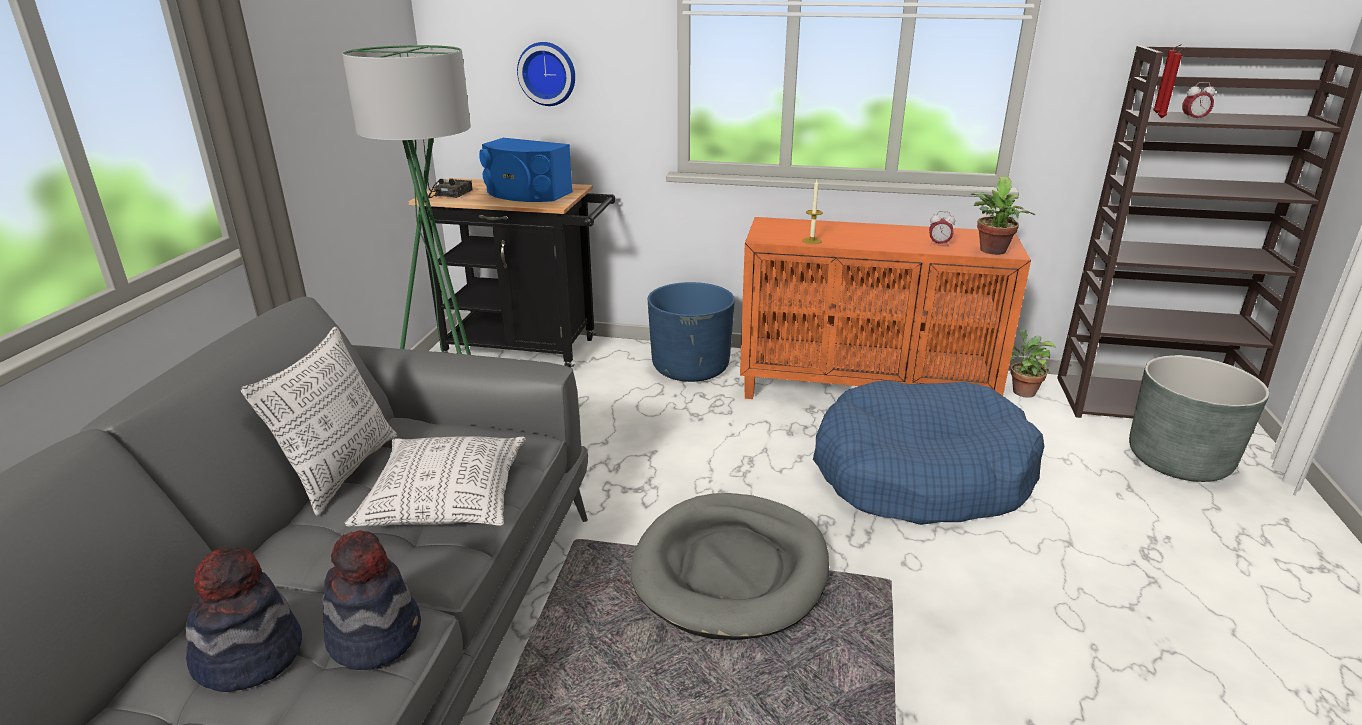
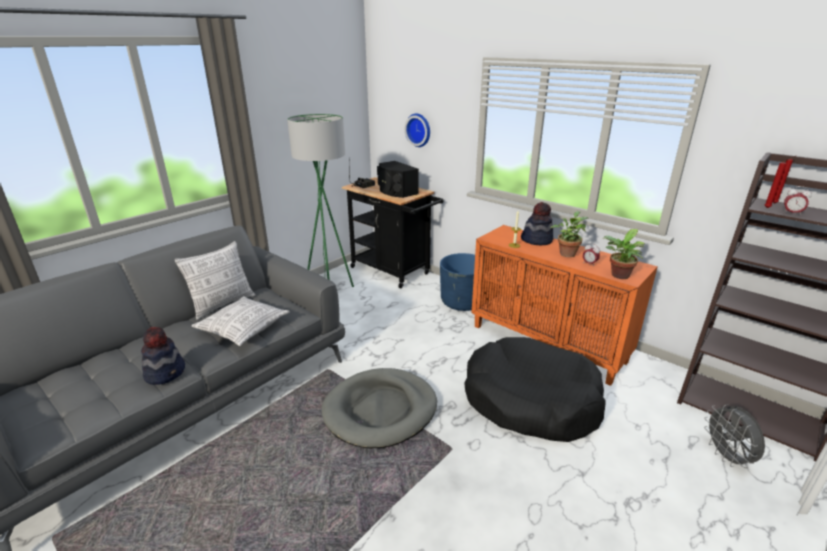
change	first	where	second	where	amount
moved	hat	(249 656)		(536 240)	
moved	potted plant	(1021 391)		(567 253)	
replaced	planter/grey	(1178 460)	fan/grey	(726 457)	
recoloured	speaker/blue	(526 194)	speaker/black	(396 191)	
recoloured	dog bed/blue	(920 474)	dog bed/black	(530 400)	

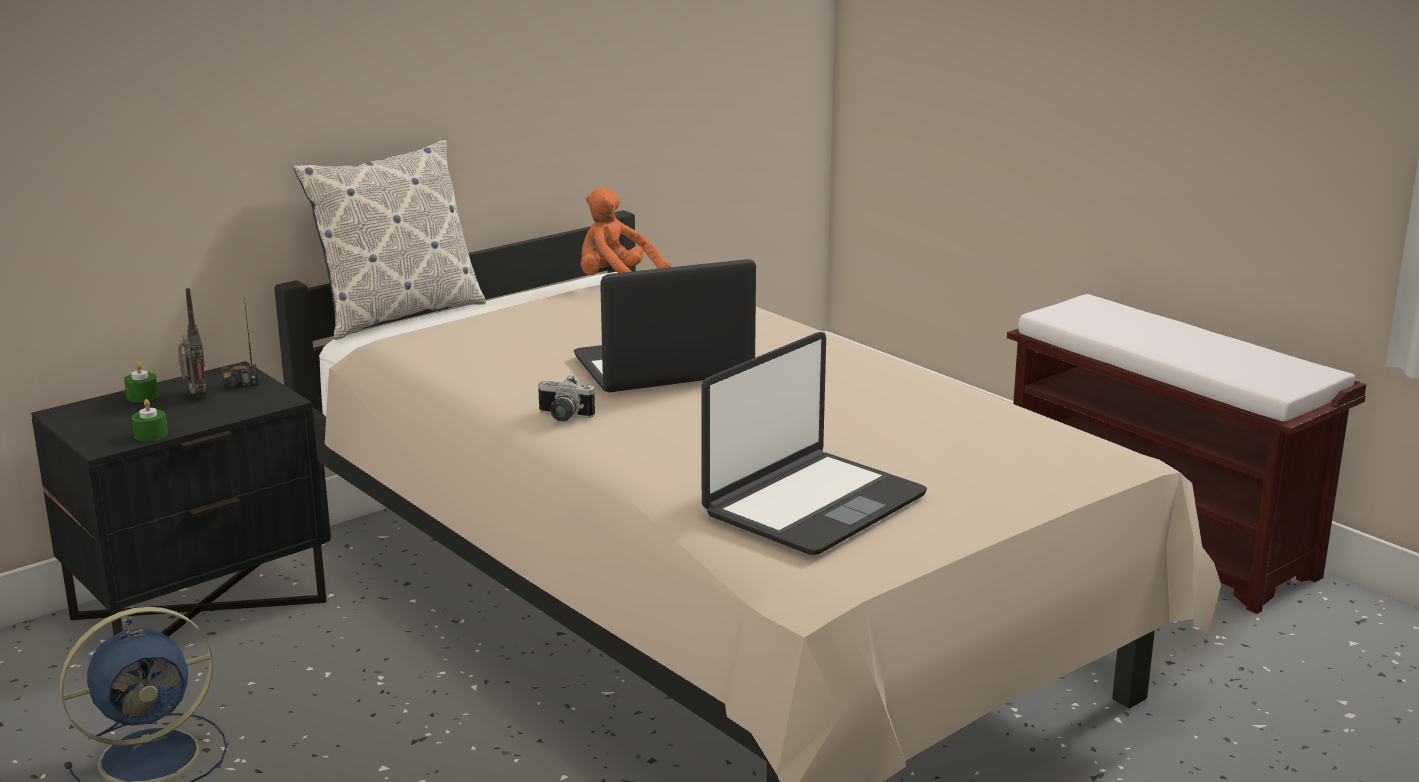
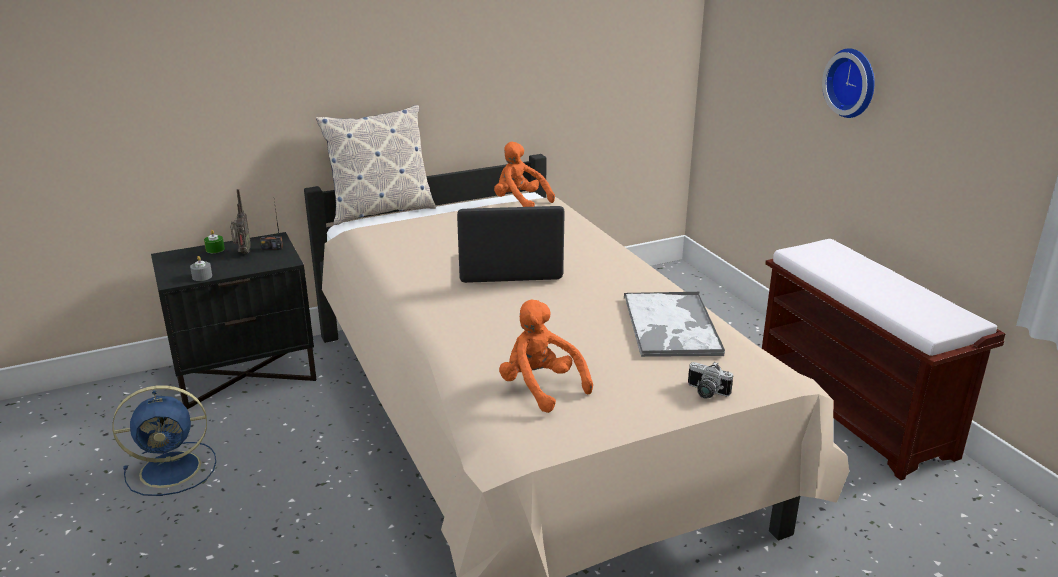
change	first	where	second	where	amount
added			tray	(671 326)	
added			wall clock	(853 82)	
moved	photo camera	(563 417)		(705 393)	
replaced	laptop	(813 505)	plush toy/orange	(540 387)	
recoloured	candle/green	(151 435)	candle/grey	(202 276)	

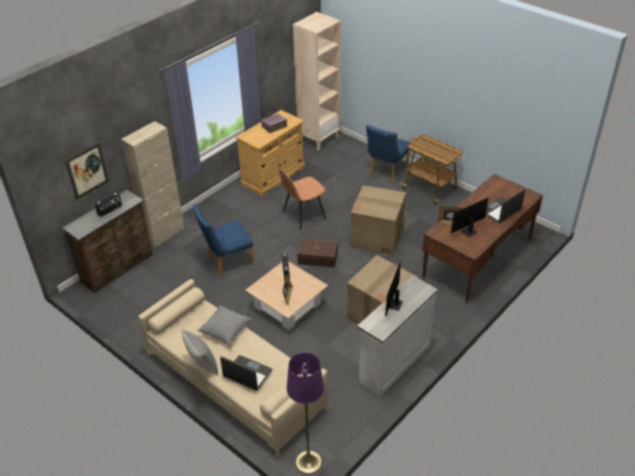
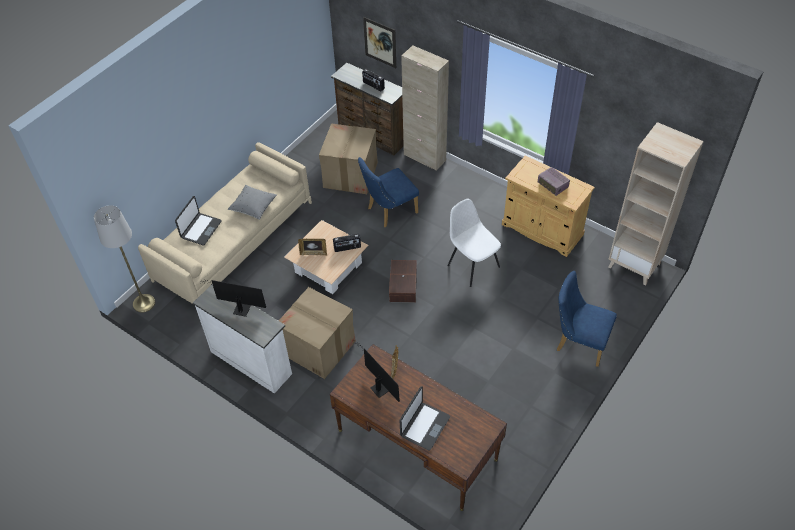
change	first	where	second	where	amount
removed	pillow/grey	(202 365)			
removed	cart	(430 188)			
moved	cardboard box	(377 237)		(350 175)	
recoloured	chair/brown	(303 216)	chair/white	(472 265)	
recoloured	floor lamp/purple	(308 462)	floor lamp/grey	(144 303)	
turned	chair/blue	(227 262)		(389 211)	90 degrees counterclockwise
turned	laptop	(501 211)		(424 426)	75 degrees clockwise

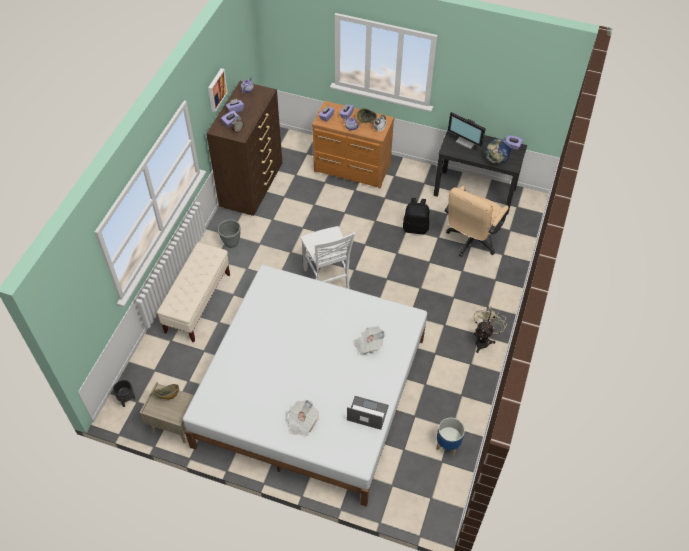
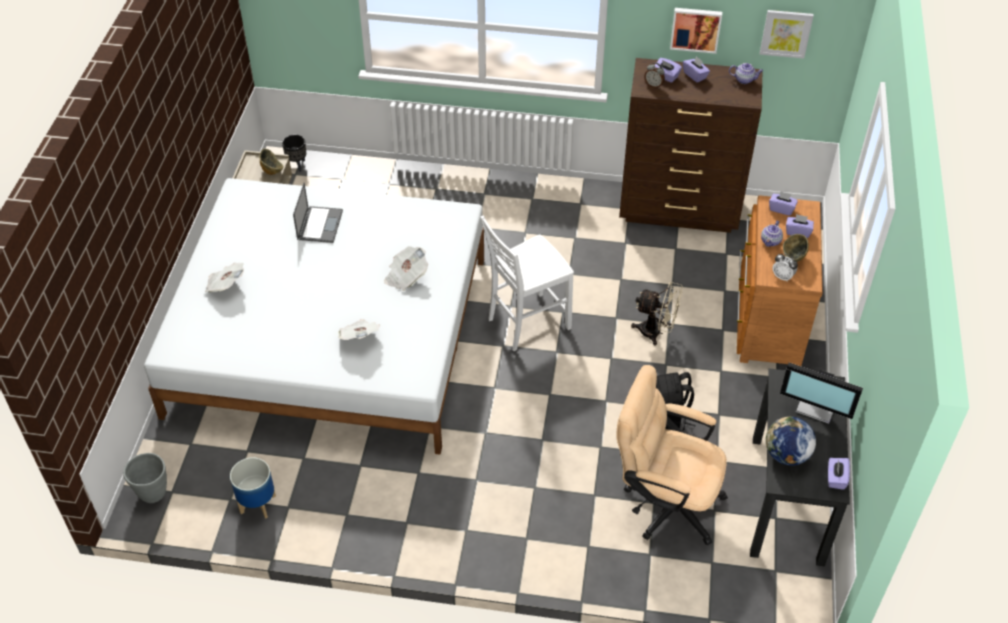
change	first	where	second	where	amount
removed	bench/beige	(198 303)			
added			newspaper	(406 277)	
added			picture	(786 33)	
moved	planter/grey	(231 243)		(153 493)	
moved	laptop	(367 413)		(320 224)	
moved	fan/beige	(483 339)		(656 332)	
turned	monitor	(467 141)		(817 407)	90 degrees counterclockwise

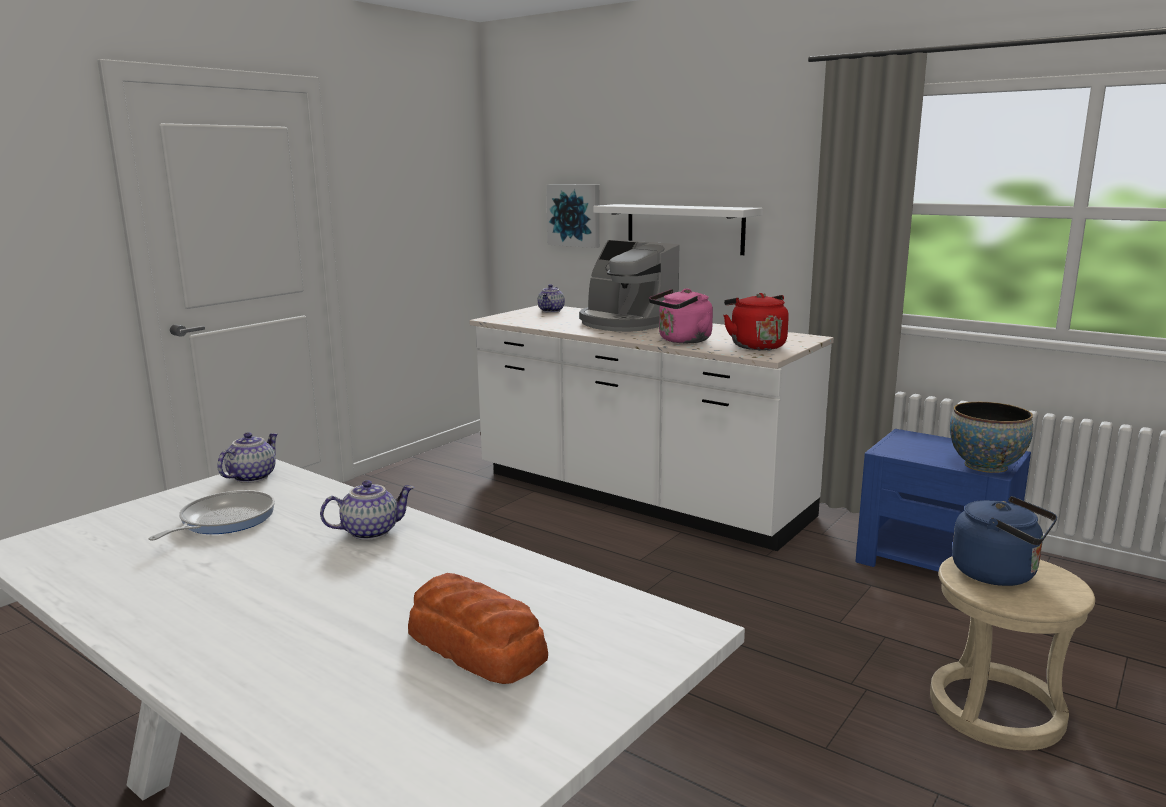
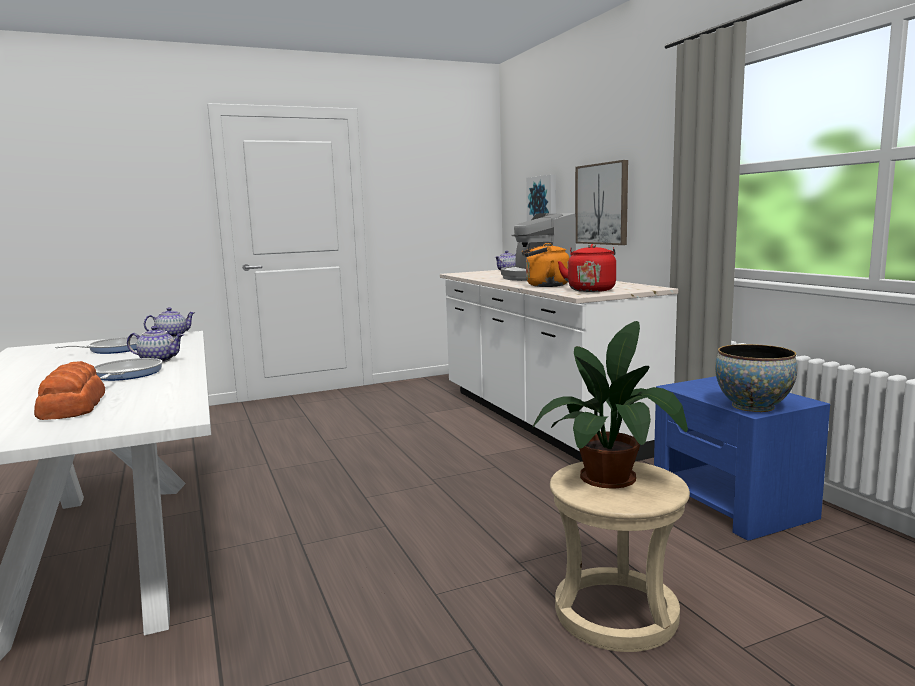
change	first	where	second	where	amount
added			frying pan	(126 375)	
replaced	shelf/white	(684 228)	picture	(602 204)	
replaced	kettle/blue	(999 574)	potted plant	(613 477)	
recoloured	kettle/pink	(682 340)	kettle/orange	(544 286)	

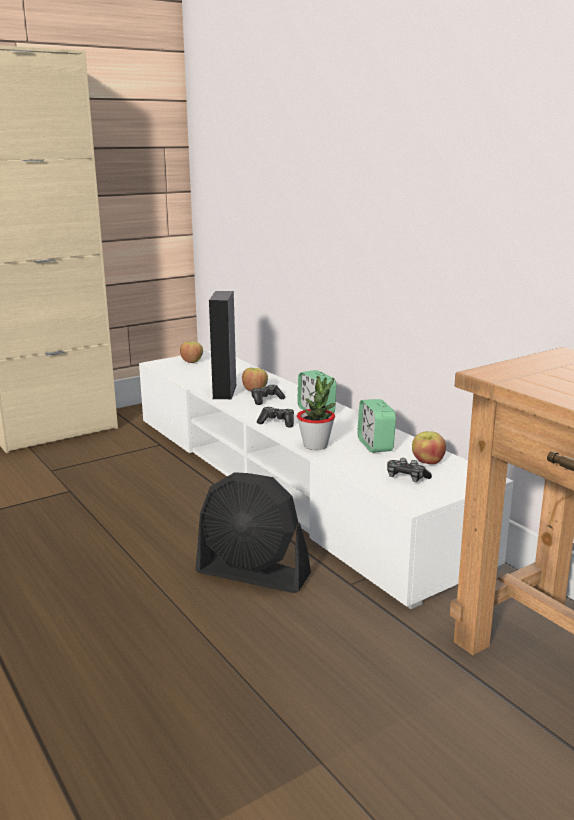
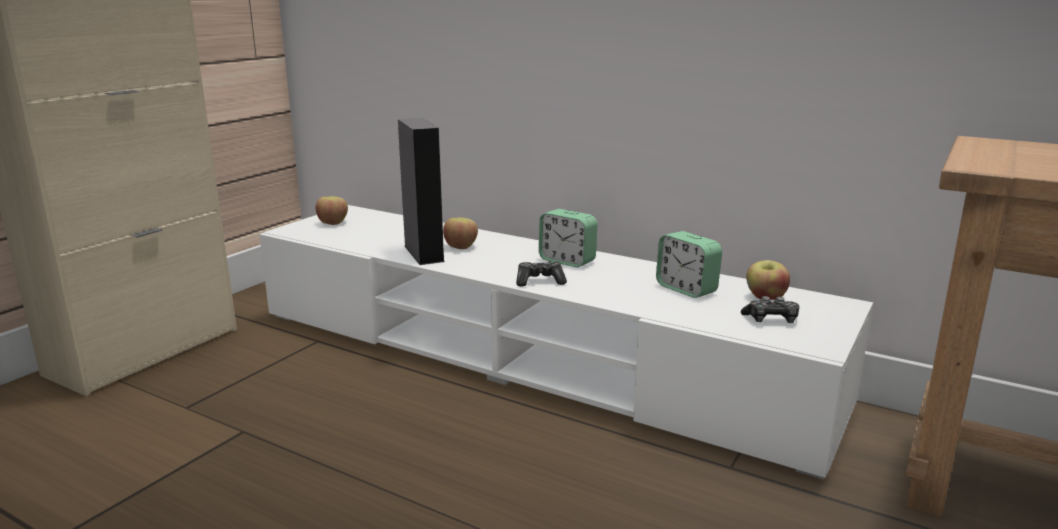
change	first	where	second	where	amount
removed	fan/black	(253 574)			
removed	game controller	(266 400)			
removed	potted plant	(315 445)			

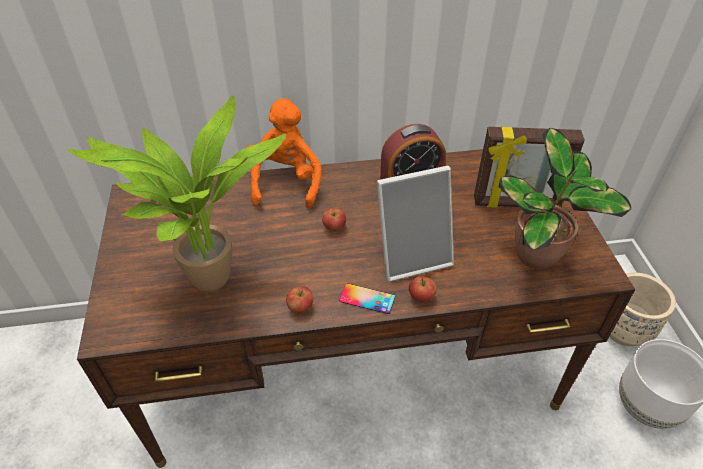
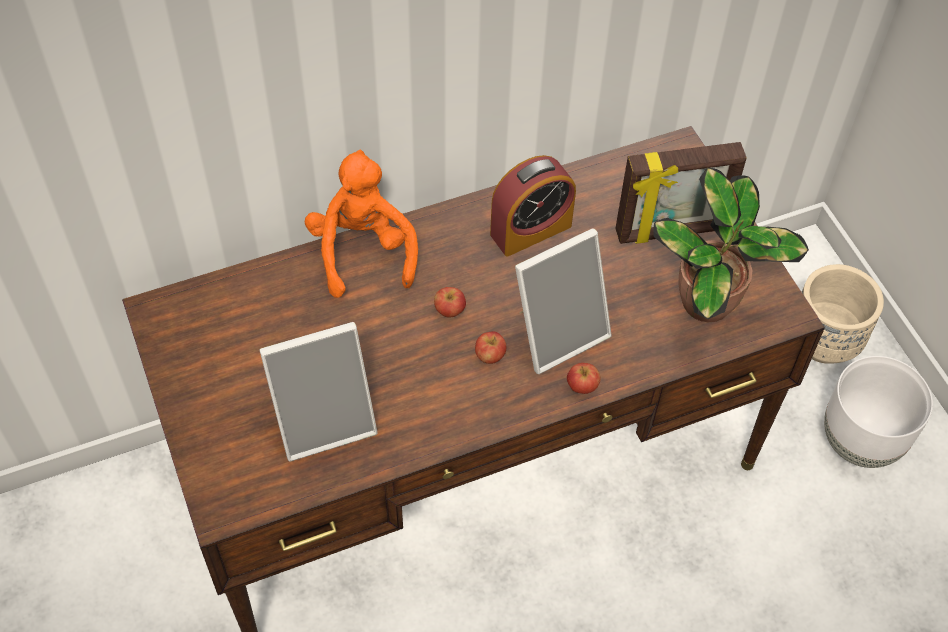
change	first	where	second	where	amount
removed	phone	(367 298)			
moved	apple	(300 307)		(489 356)	
replaced	potted plant	(213 284)	picture frame	(324 420)	

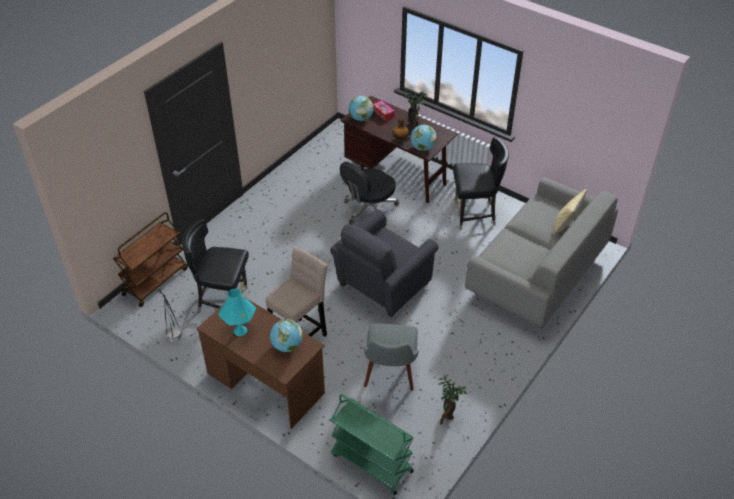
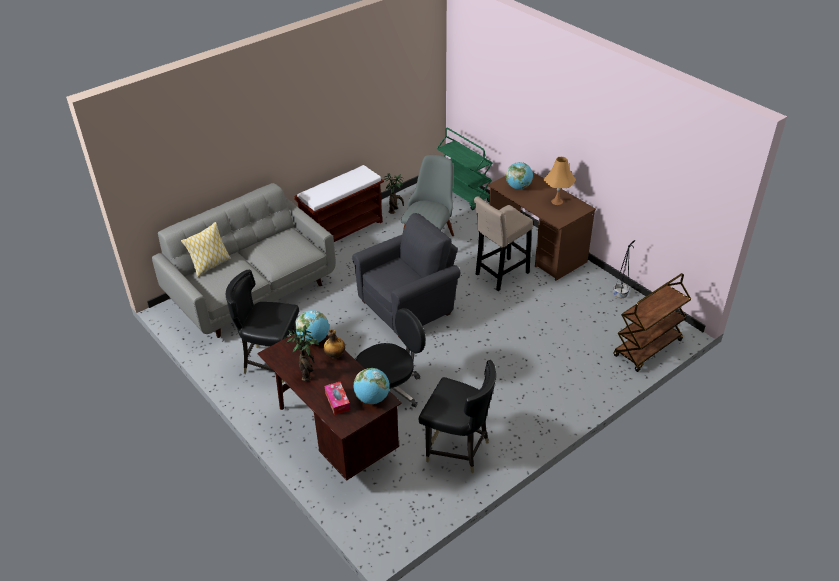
change	first	where	second	where	amount
added			bench/brown	(343 230)	
moved	chair/black	(223 301)		(458 449)	
recoloured	table lamp/turquoise	(240 331)	table lamp/orange	(557 201)	

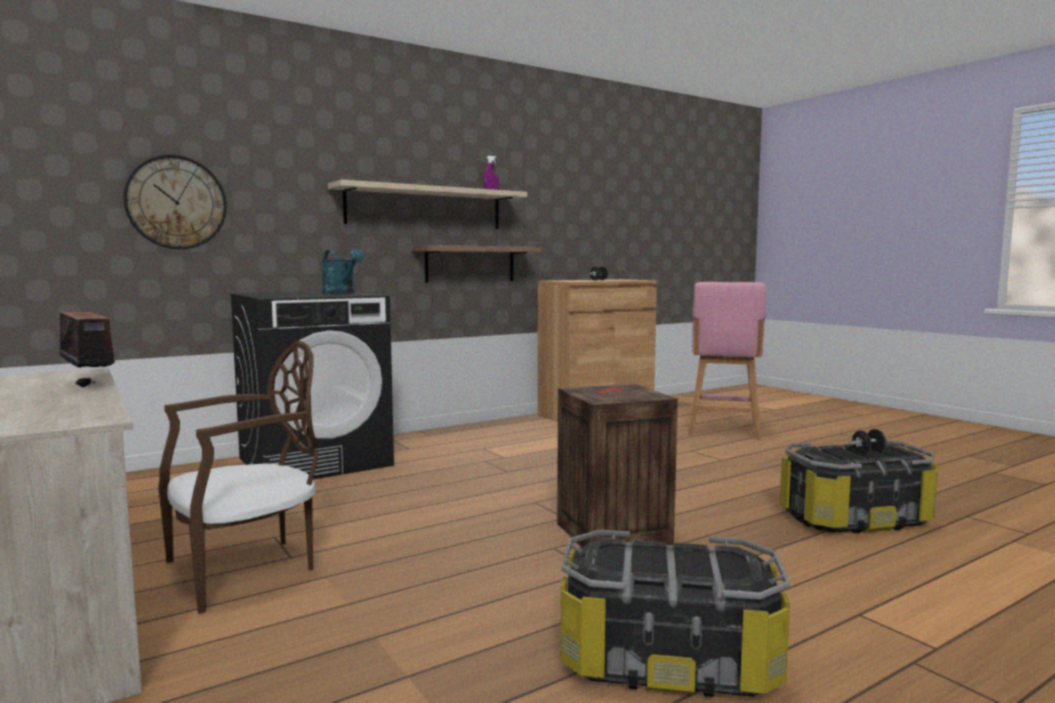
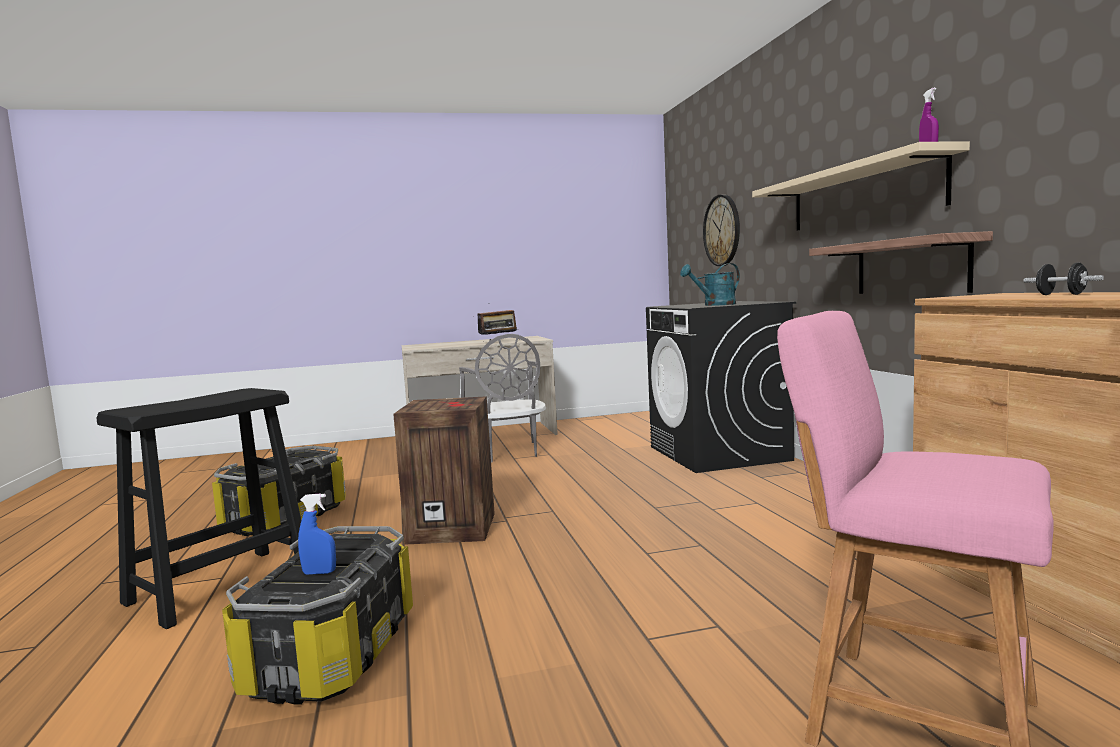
change	first	where	second	where	amount
added			stool/black	(221 585)	
replaced	dumbbell/black	(868 452)	spray bottle/blue	(319 573)	
recoloured	chair/brown	(245 569)	chair/grey	(506 453)	

